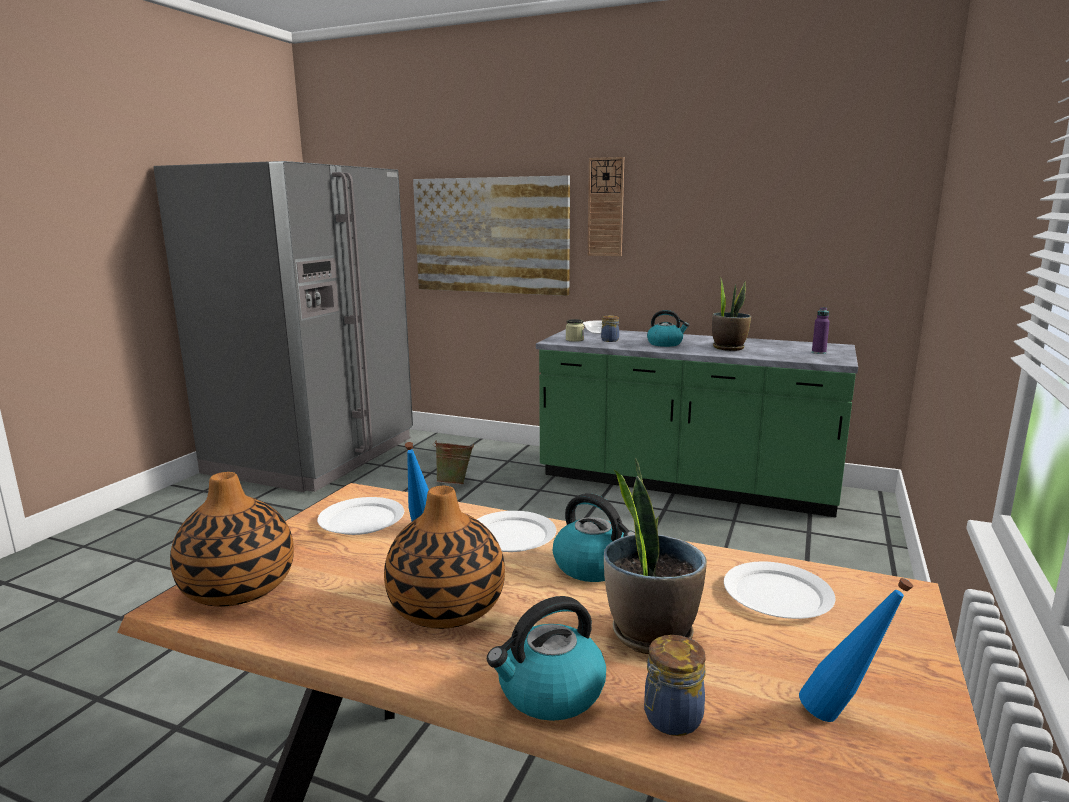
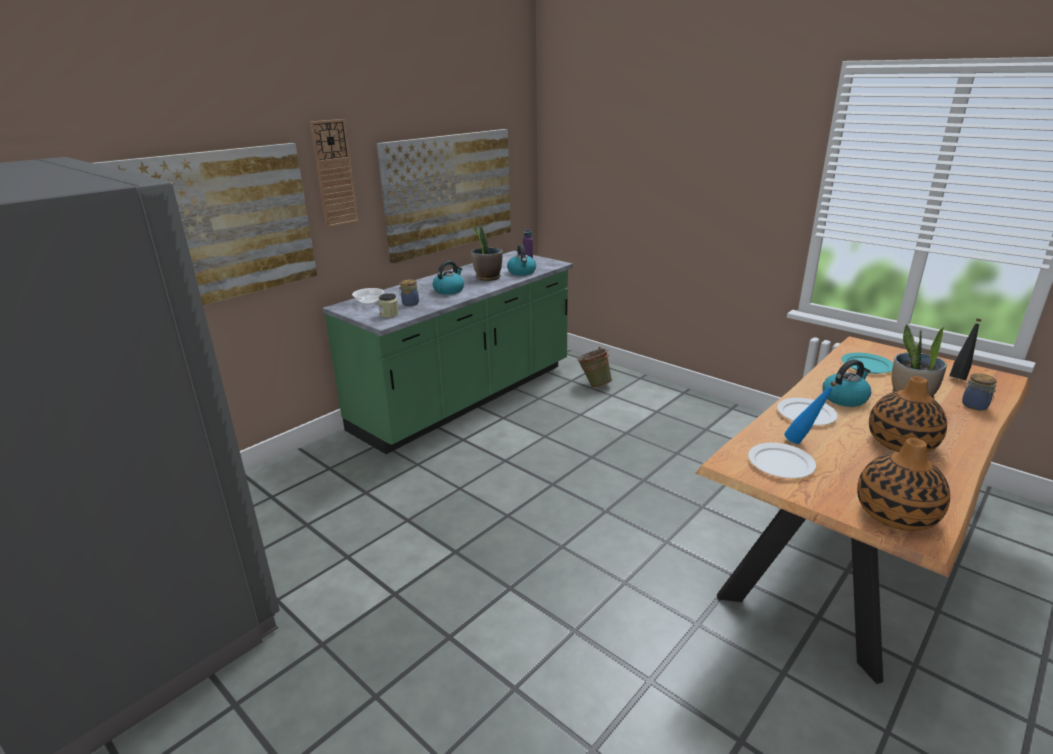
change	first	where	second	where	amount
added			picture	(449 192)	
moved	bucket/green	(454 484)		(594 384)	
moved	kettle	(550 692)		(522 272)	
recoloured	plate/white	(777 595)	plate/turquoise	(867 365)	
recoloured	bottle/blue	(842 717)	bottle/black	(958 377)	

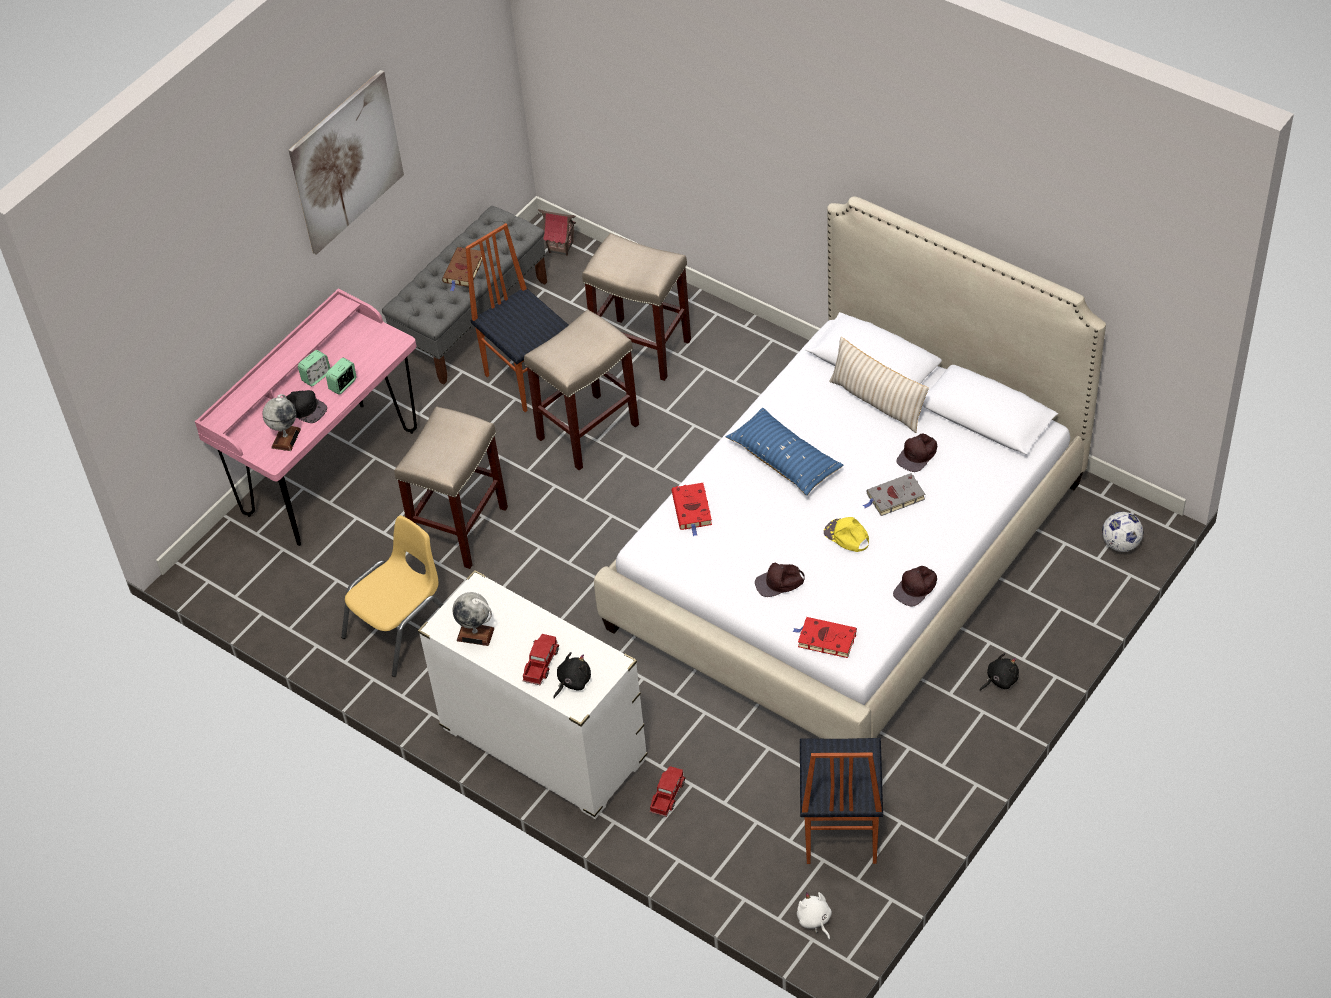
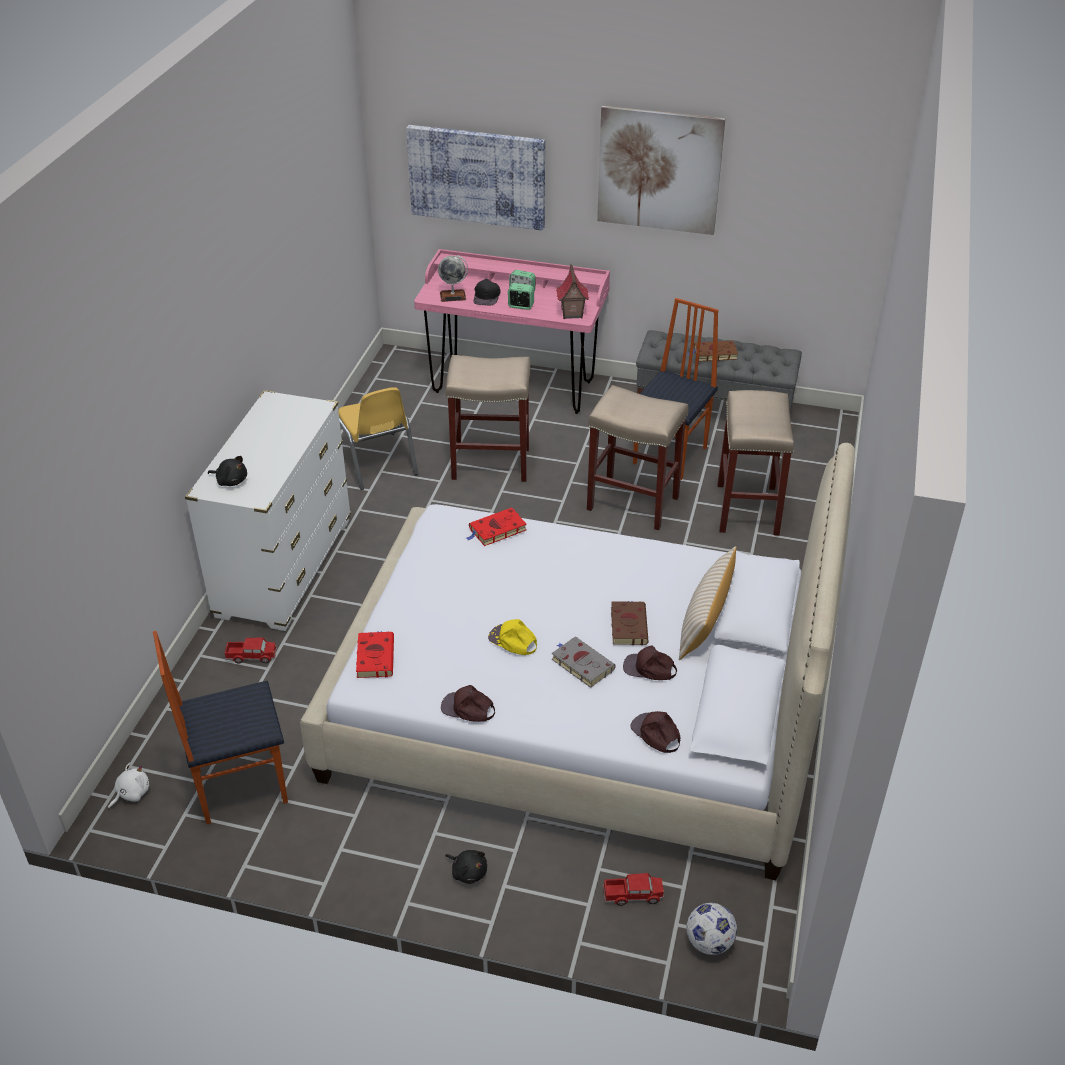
change	first	where	second	where	amount
removed	globe	(475 634)			
removed	pillow/blue	(784 459)			
added			picture	(477 176)	
added			book/brown	(628 625)	
moved	toy truck	(541 664)		(633 894)	
moved	toy house	(561 247)		(571 313)	
moved	cap/brown	(779 582)		(656 734)	
turned	chair/yellow	(401 628)		(376 462)	45 degrees clockwise
turned	cap/yellow	(847 536)		(513 641)	75 degrees counterclockwise

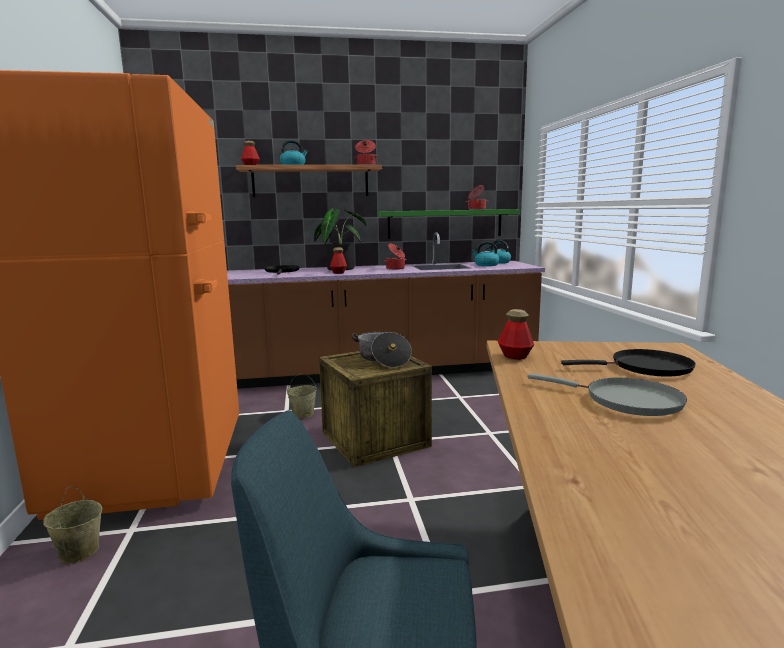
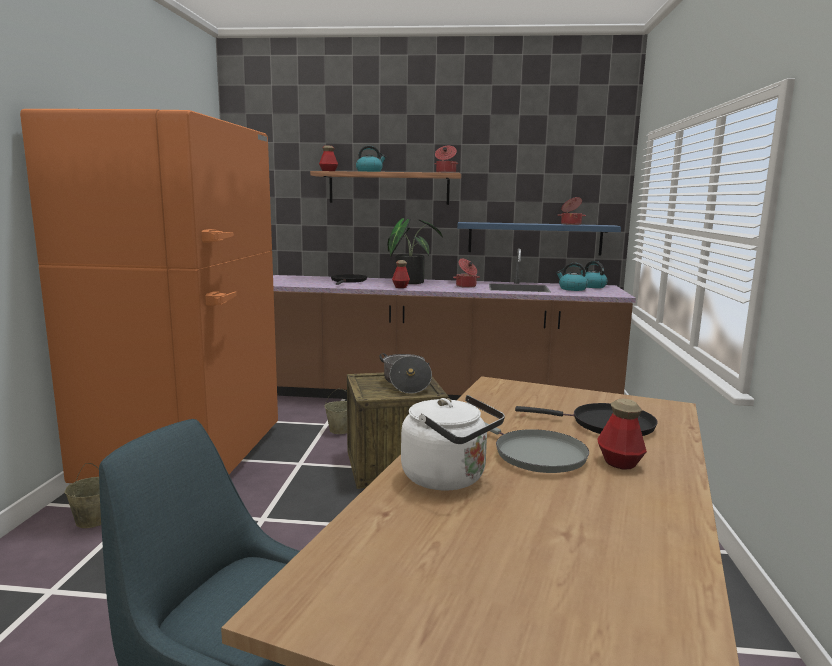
change	first	where	second	where	amount
added			kettle/white	(449 478)	
moved	bottle	(515 356)		(619 462)	
recoloured	shelf/green	(445 223)	shelf/blue	(534 238)	

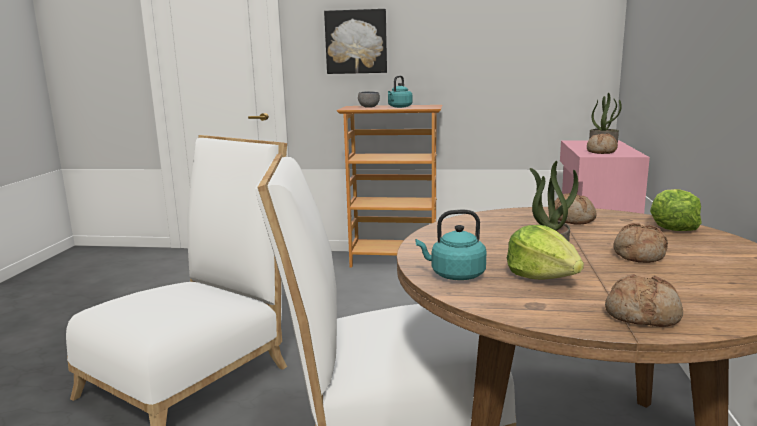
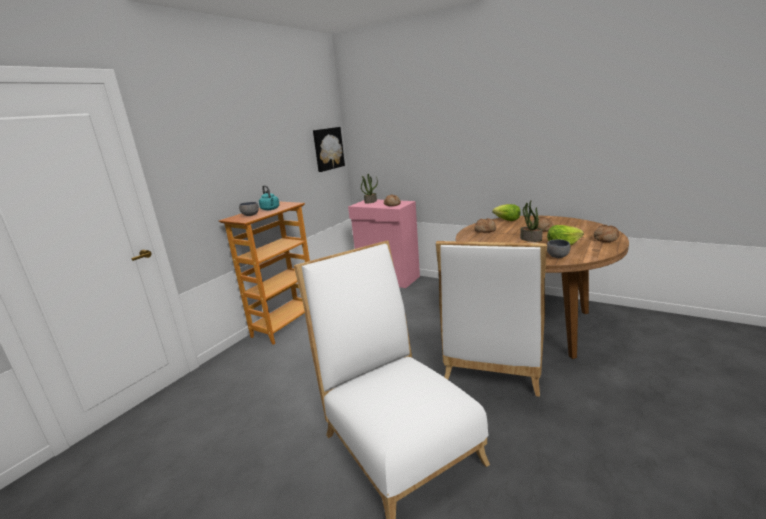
change	first	where	second	where	amount
moved	picture	(356 42)		(327 149)	
replaced	kettle/turquoise	(454 275)	bowl/grey	(558 257)	

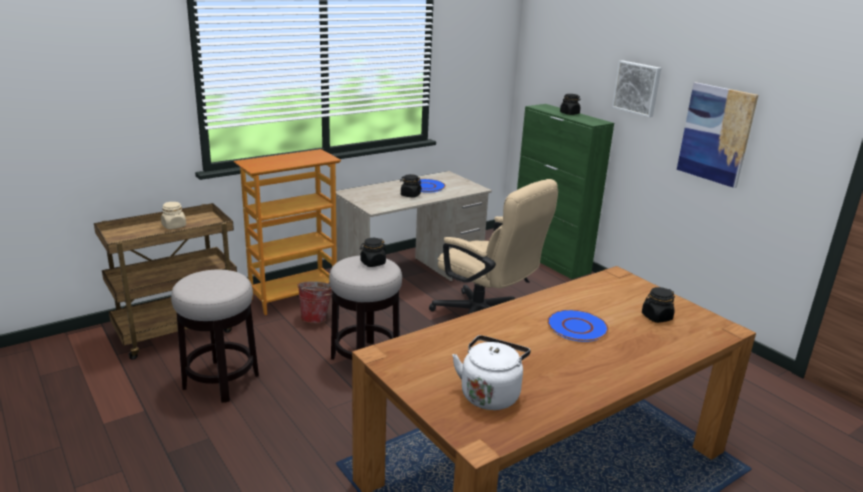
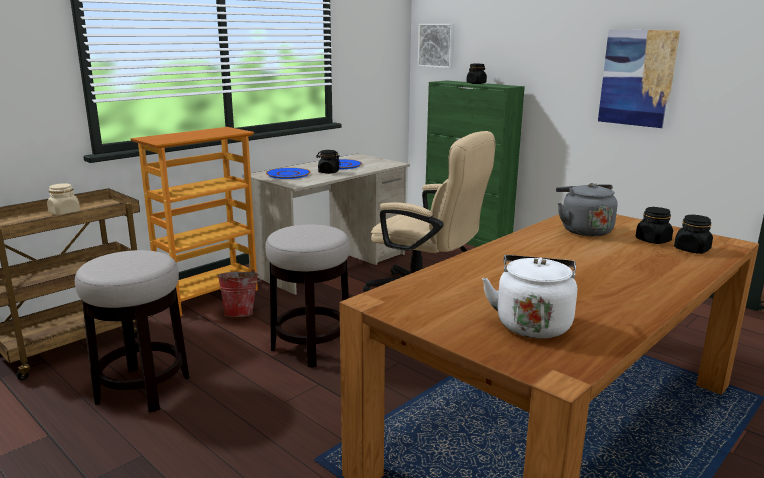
change	first	where	second	where	amount
added			kettle/grey	(583 230)	
moved	jar/black	(372 263)		(691 250)	
moved	plate/blue	(577 327)		(288 174)	
moved	picture	(637 88)		(437 45)	

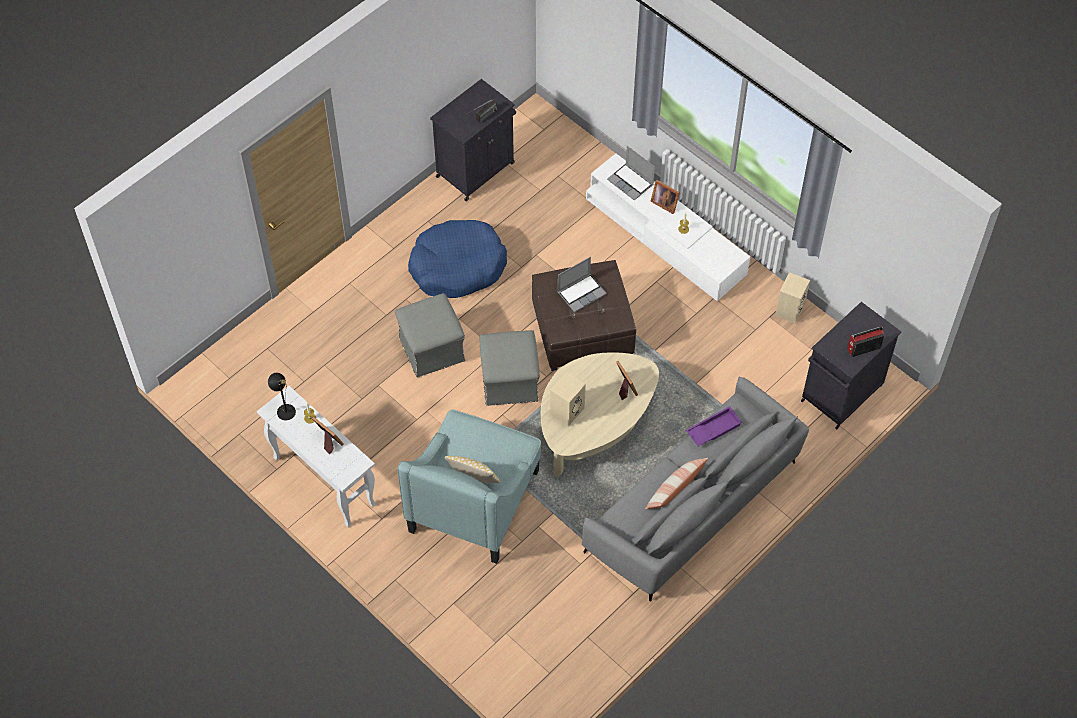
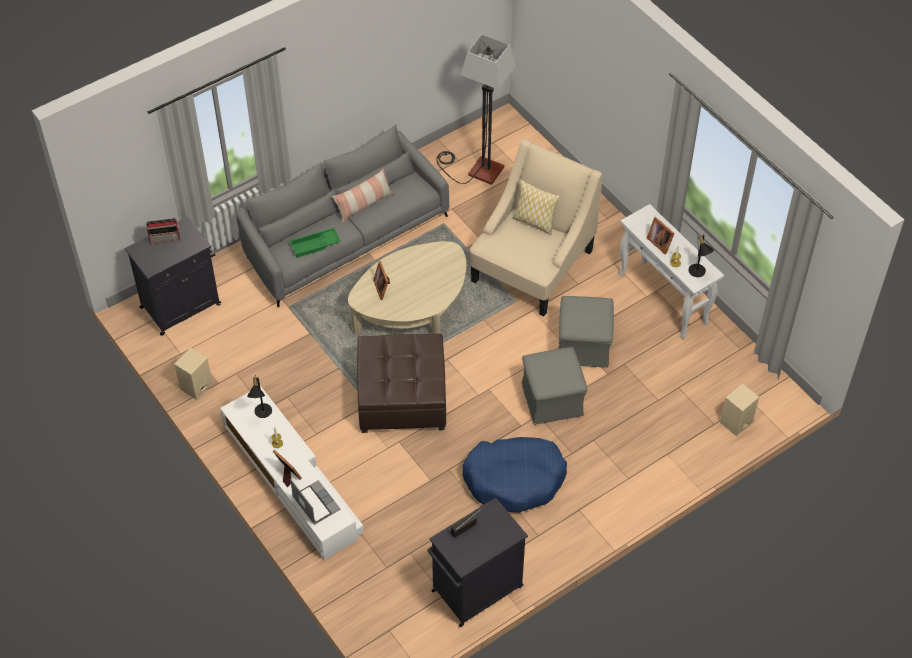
change	first	where	second	where	amount
removed	laptop	(581 292)			
added			table lamp/black	(261 413)	
added			floor lamp	(476 169)	
moved	ottoman/grey	(510 382)		(583 345)	
moved	speaker/beige	(567 410)		(736 423)	
recoloured	armchair/turquoise	(474 500)	armchair/beige	(532 266)	
recoloured	tray/purple	(713 428)	tray/green	(315 245)	

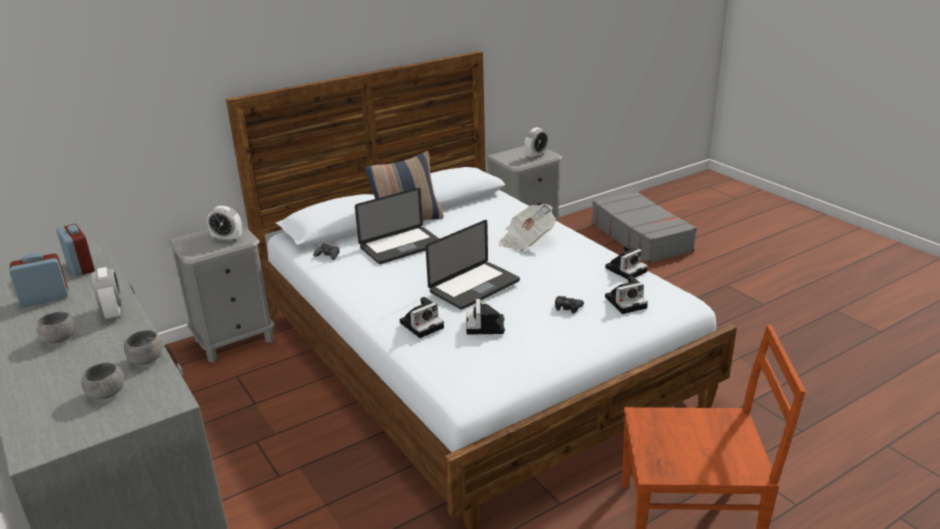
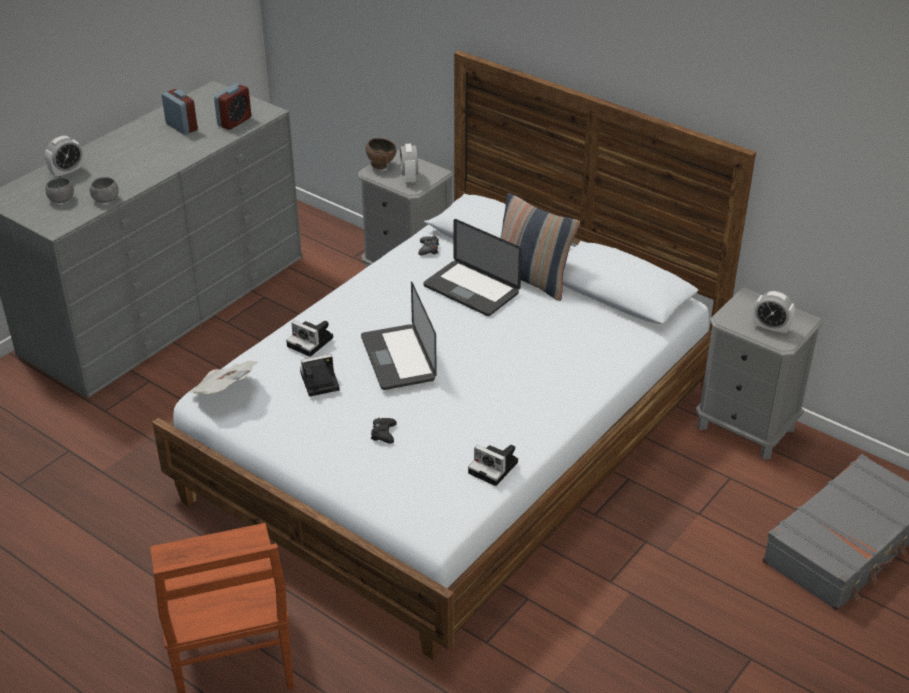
change	first	where	second	where	amount
removed	bowl/grey	(60 339)			
removed	photo camera	(626 302)			
added			bowl/brown	(381 166)	
moved	alarm clock	(113 312)		(67 173)	
moved	newspaper	(526 241)		(225 391)	
turned	laptop	(474 286)		(398 358)	45 degrees clockwise

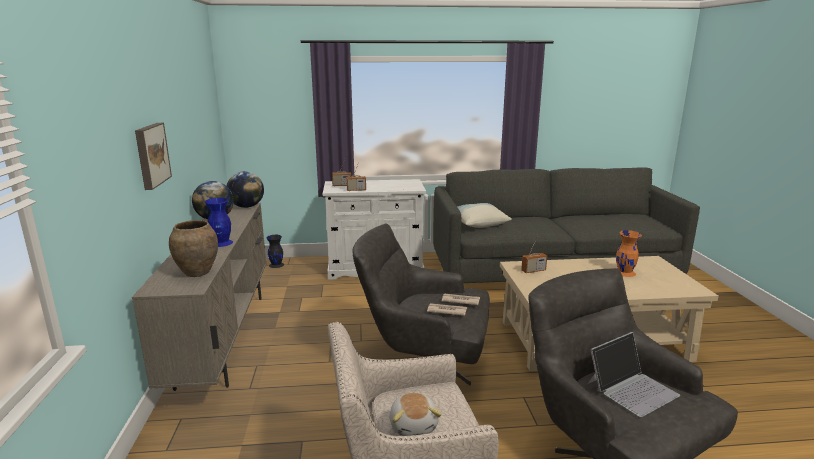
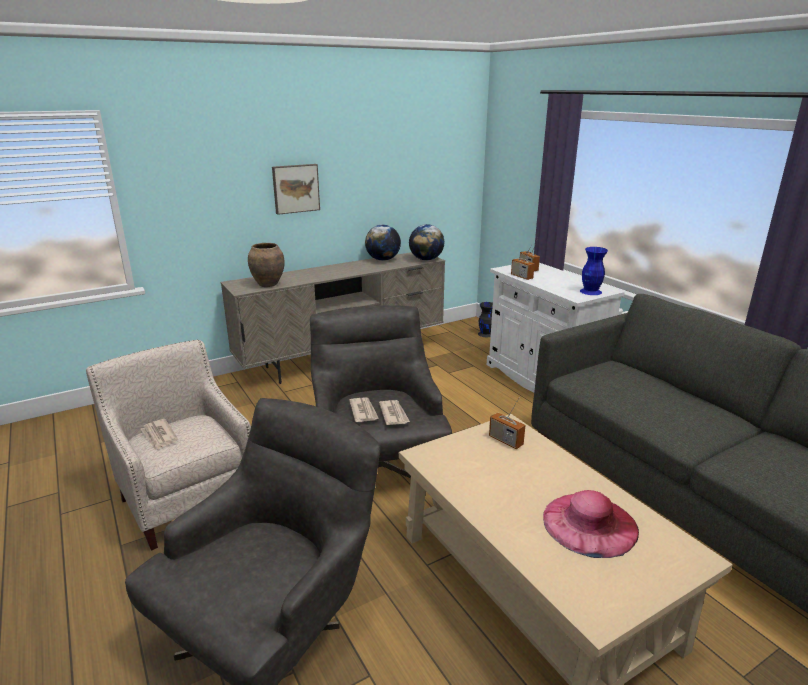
change	first	where	second	where	amount
removed	pillow	(478 223)			
removed	laptop	(632 388)			
moved	vase/blue	(221 243)		(590 291)	
replaced	plush toy	(414 425)	newspaper	(159 436)	
replaced	vase/orange	(625 272)	hat/pink	(590 524)	

